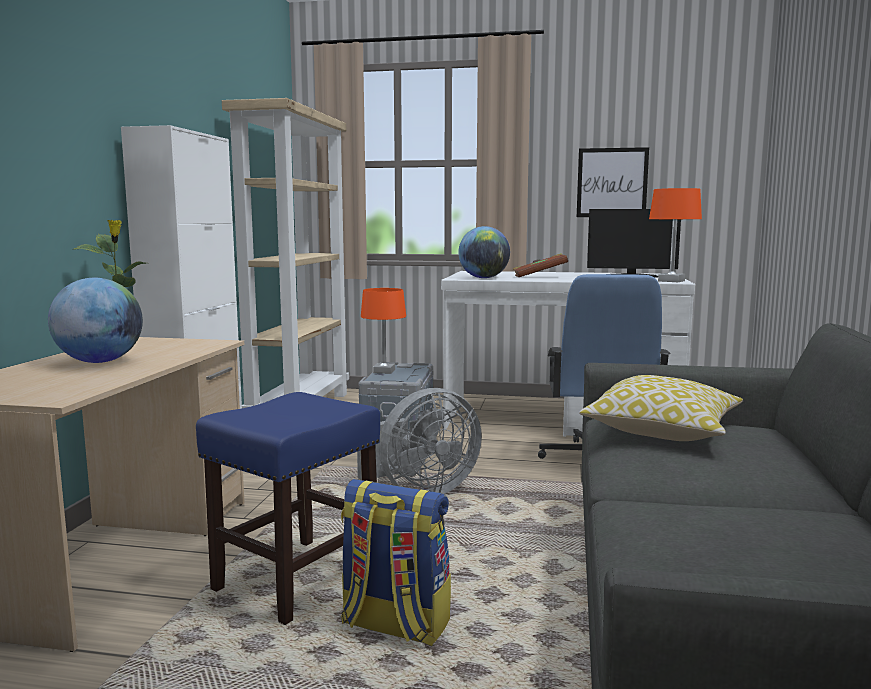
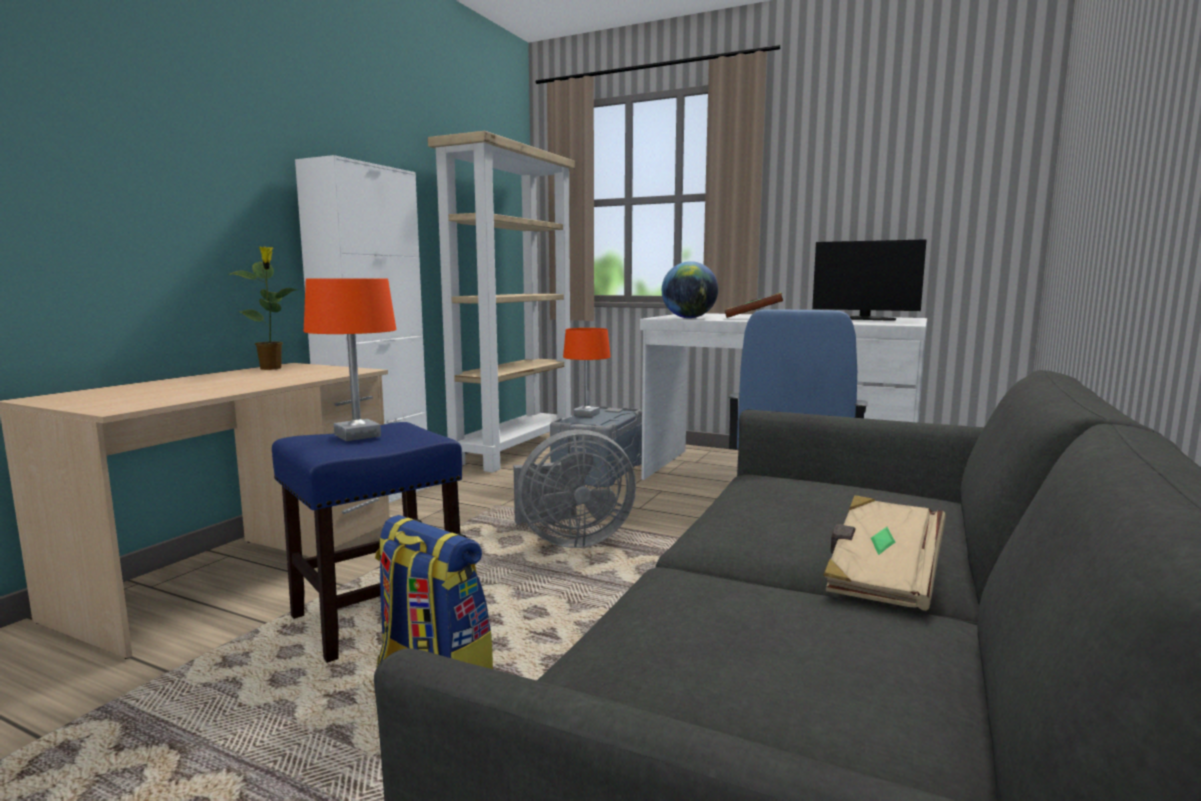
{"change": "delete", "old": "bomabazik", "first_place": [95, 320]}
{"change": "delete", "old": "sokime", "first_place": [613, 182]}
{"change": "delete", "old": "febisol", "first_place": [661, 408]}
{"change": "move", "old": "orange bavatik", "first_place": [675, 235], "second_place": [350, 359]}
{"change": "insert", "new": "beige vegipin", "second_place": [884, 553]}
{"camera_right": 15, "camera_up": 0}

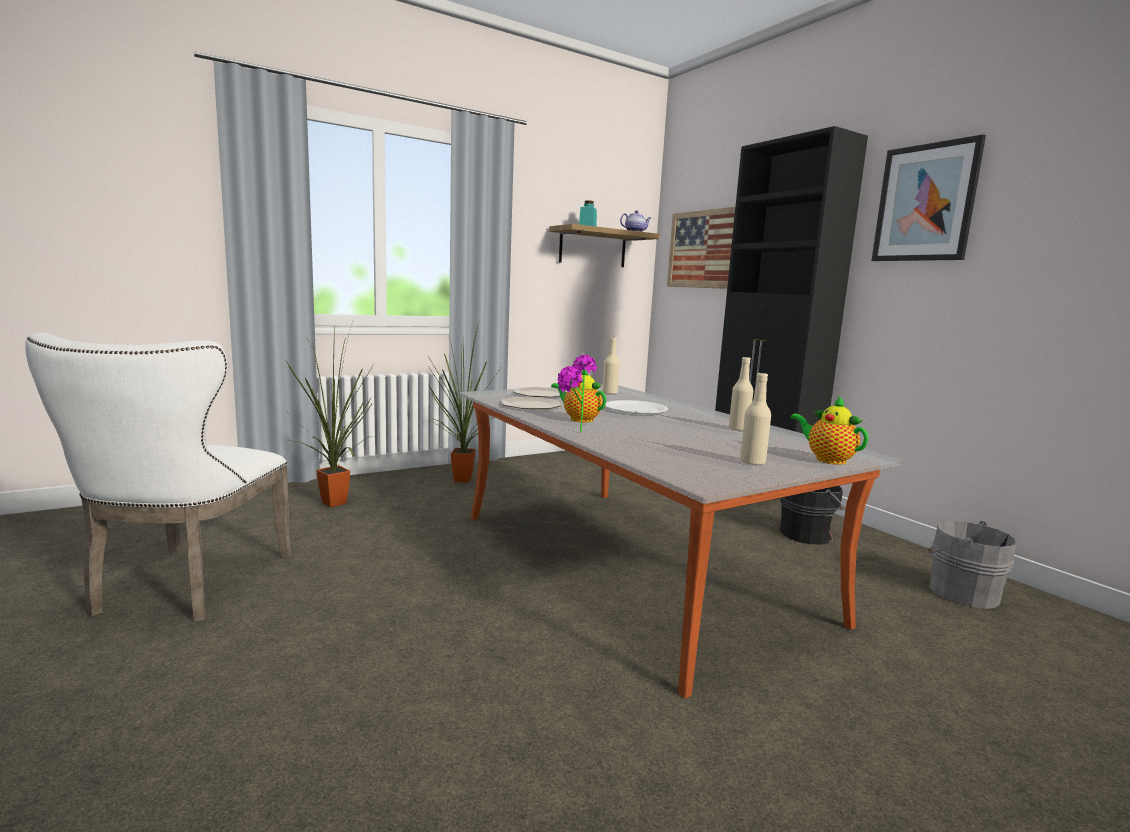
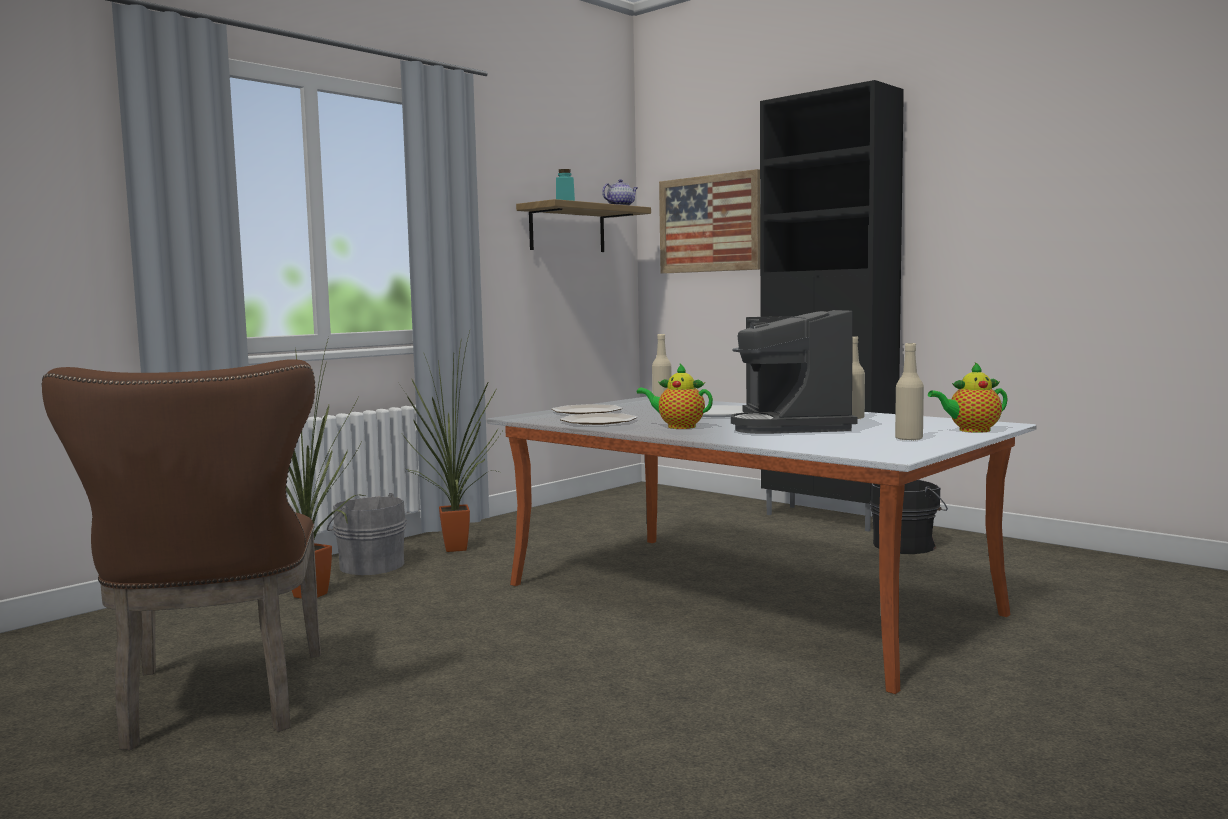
{"change": "recolor", "old": "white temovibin", "new": "brown temovibin", "first_place": [158, 477], "second_place": [181, 554]}
{"change": "delete", "old": "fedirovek", "first_place": [577, 394]}
{"change": "rotate", "old": "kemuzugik", "first_place": [829, 431], "second_place": [968, 397], "degrees": -45}
{"change": "delete", "old": "sokime", "first_place": [928, 197]}
{"change": "move", "old": "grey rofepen", "first_place": [971, 565], "second_place": [366, 534]}
{"change": "insert", "new": "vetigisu", "second_place": [794, 372]}
{"camera_right": -15, "camera_up": -5}

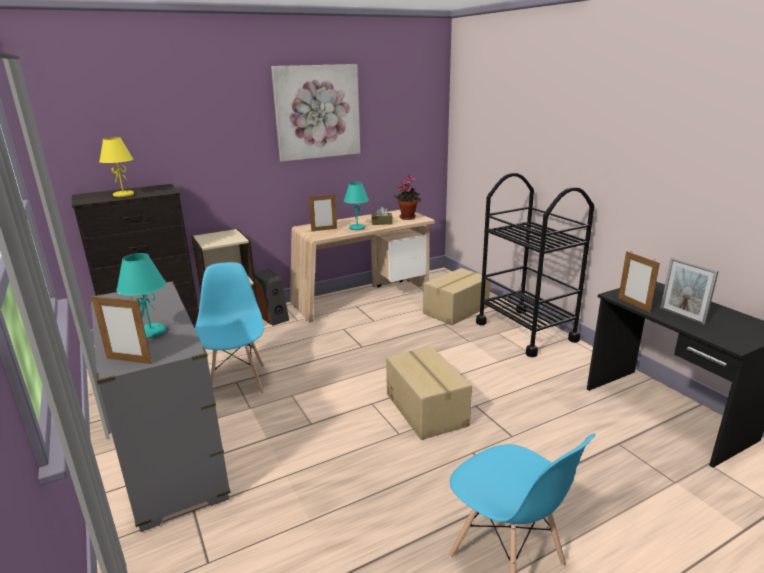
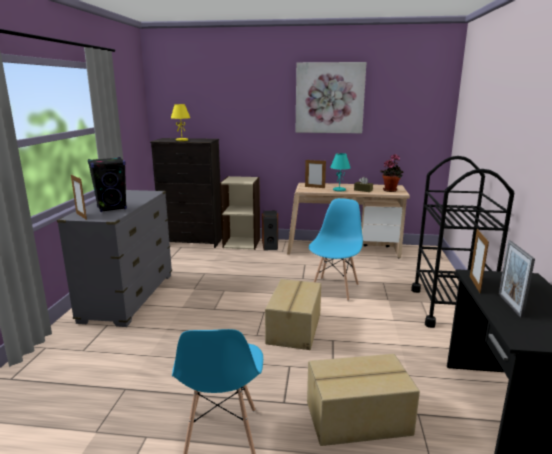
{"change": "replace", "old": "turquoise bavatik", "new": "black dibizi", "first_place": [141, 296], "second_place": [107, 184]}
{"change": "move", "old": "blue temovibin", "first_place": [229, 328], "second_place": [336, 249]}
{"change": "move", "old": "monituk", "first_place": [457, 296], "second_place": [363, 400]}
{"camera_right": 35, "camera_up": -5}

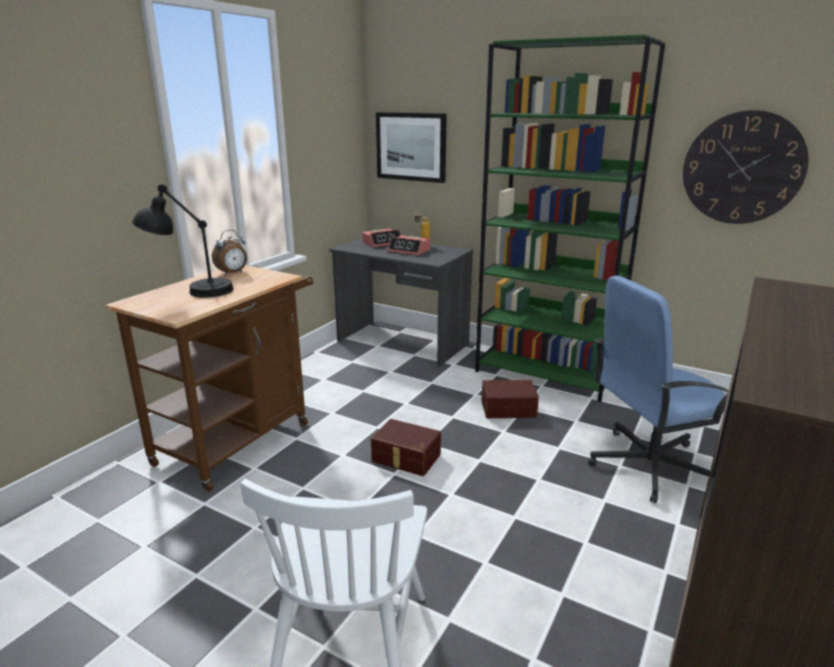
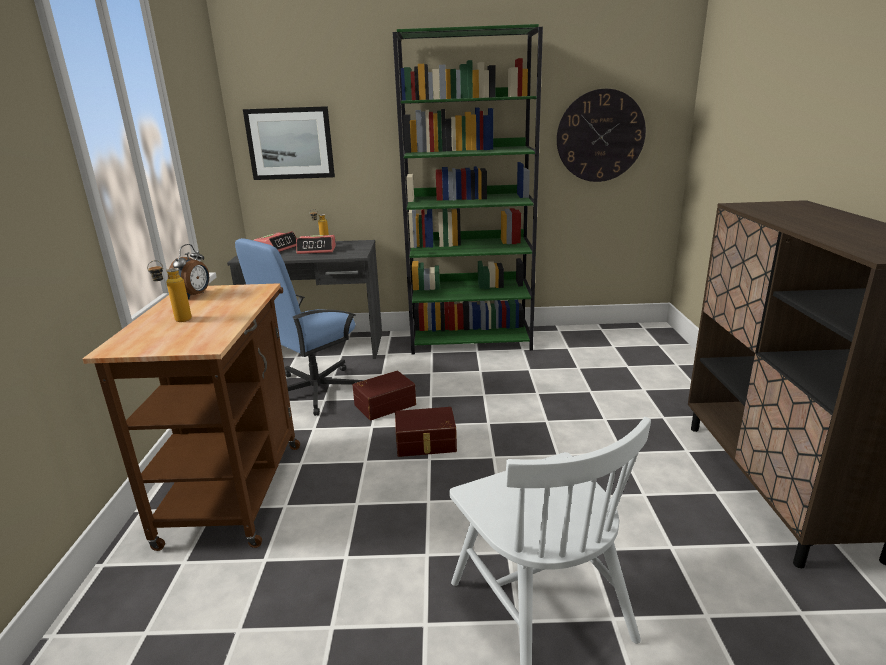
{"change": "replace", "old": "black bavatik", "new": "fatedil", "first_place": [183, 240], "second_place": [169, 291]}
{"change": "move", "old": "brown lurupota", "first_place": [510, 399], "second_place": [384, 395]}
{"change": "move", "old": "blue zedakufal", "first_place": [658, 389], "second_place": [299, 327]}
{"camera_right": -30, "camera_up": 0}

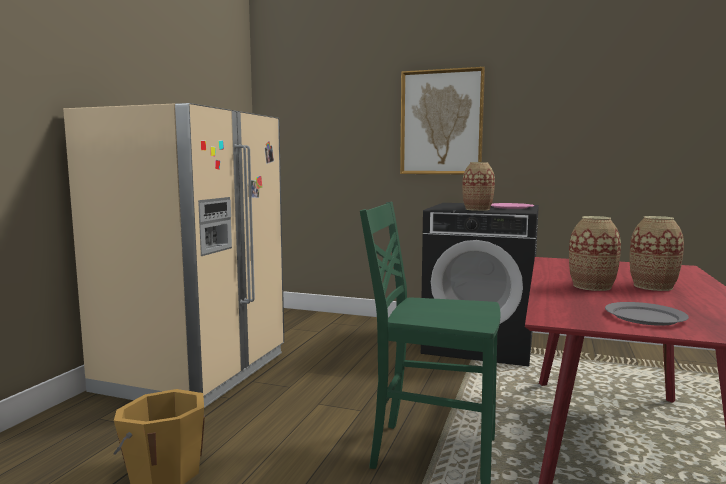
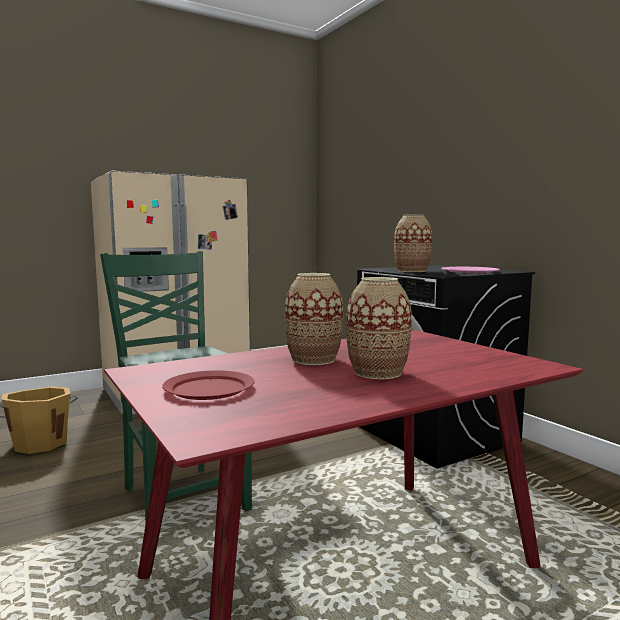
{"change": "delete", "old": "sokime", "first_place": [442, 120]}
{"change": "recolor", "old": "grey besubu", "new": "red besubu", "first_place": [647, 314], "second_place": [208, 385]}
{"camera_right": 40, "camera_up": 0}

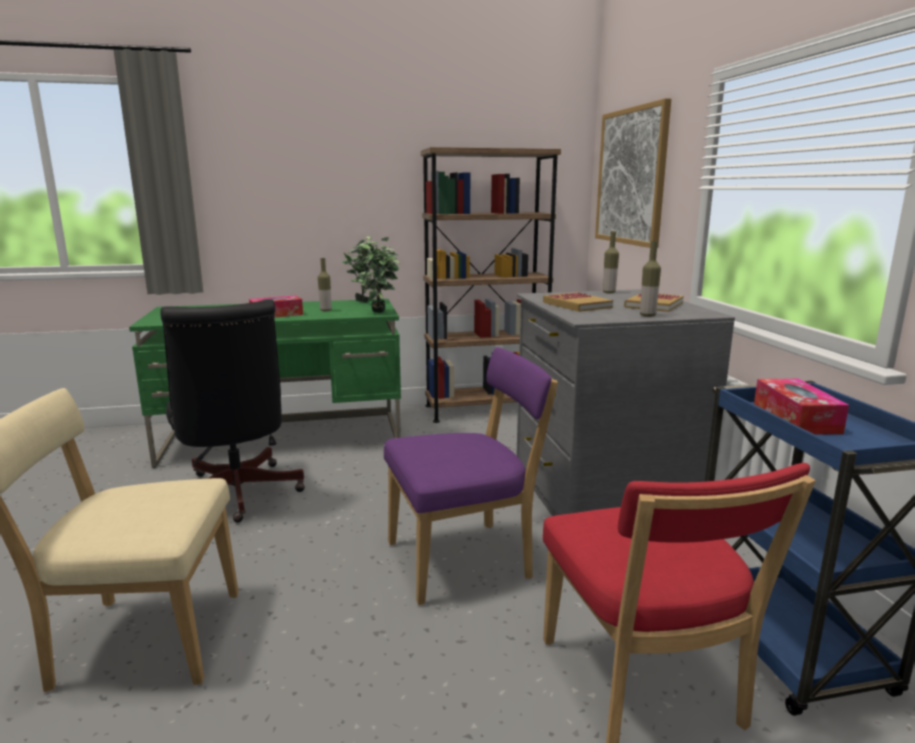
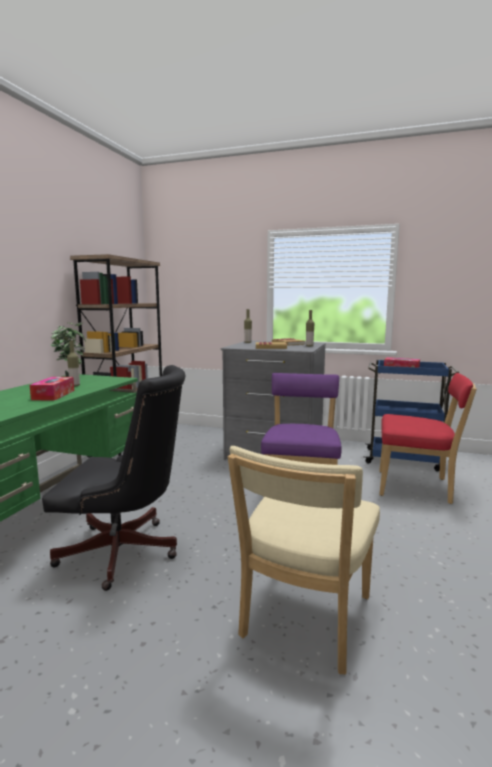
{"change": "delete", "old": "fedirovek", "first_place": [379, 277]}
{"change": "delete", "old": "sokime", "first_place": [633, 173]}
{"camera_right": -60, "camera_up": -5}

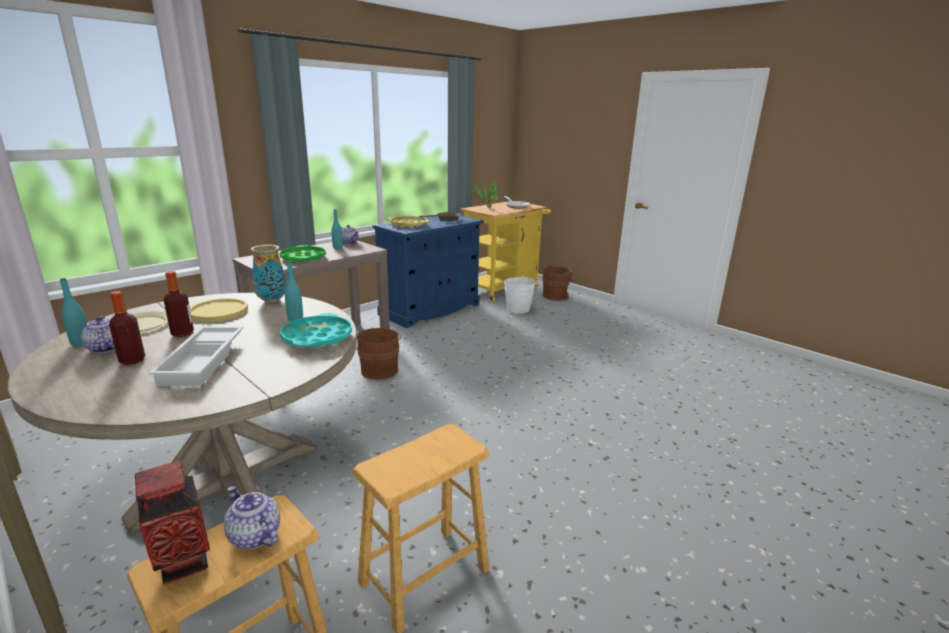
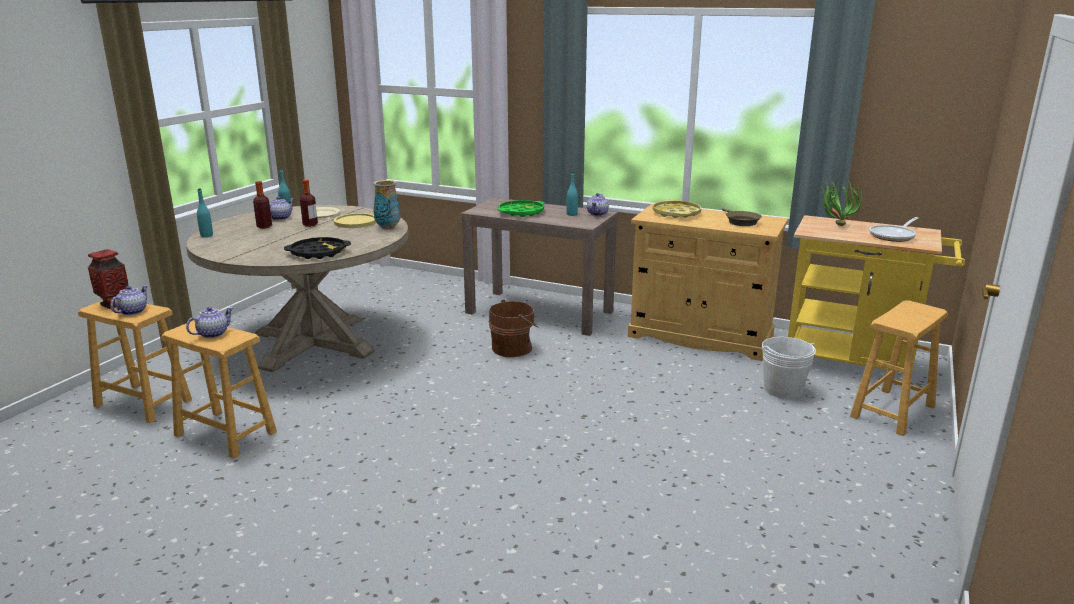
{"change": "delete", "old": "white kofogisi", "first_place": [196, 356]}
{"change": "recolor", "old": "turquoise kofogisi", "new": "black kofogisi", "first_place": [316, 330], "second_place": [317, 248]}
{"change": "move", "old": "turquoise fatedil", "first_place": [294, 291], "second_place": [205, 213]}
{"change": "recolor", "old": "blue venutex", "new": "beige venutex", "first_place": [428, 271], "second_place": [708, 282]}
{"change": "replace", "old": "brown rofepen", "new": "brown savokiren", "first_place": [559, 283], "second_place": [899, 368]}
{"change": "insert", "new": "kemuzugik", "second_place": [209, 322]}
{"camera_right": 70, "camera_up": 0}

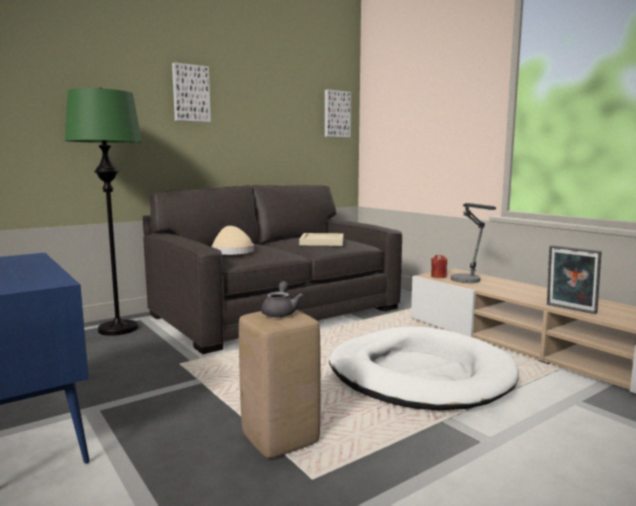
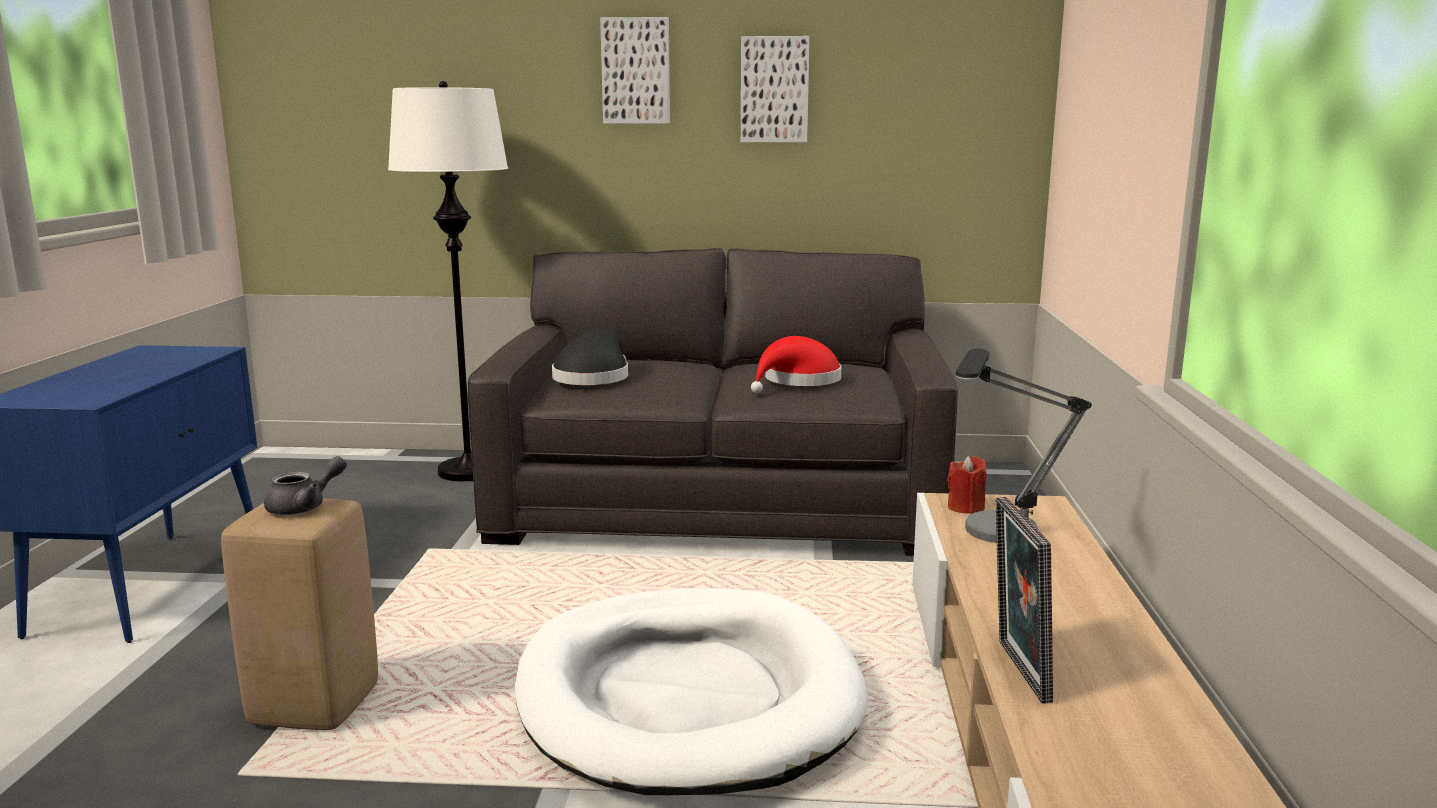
{"change": "recolor", "old": "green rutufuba", "new": "white rutufuba", "first_place": [103, 212], "second_place": [448, 281]}
{"change": "recolor", "old": "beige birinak", "new": "black birinak", "first_place": [233, 240], "second_place": [590, 357]}
{"change": "replace", "old": "beige kofogisi", "new": "red birinak", "first_place": [321, 239], "second_place": [796, 364]}
{"change": "move", "old": "sokime", "first_place": [338, 113], "second_place": [775, 89]}
{"camera_right": 40, "camera_up": 5}

